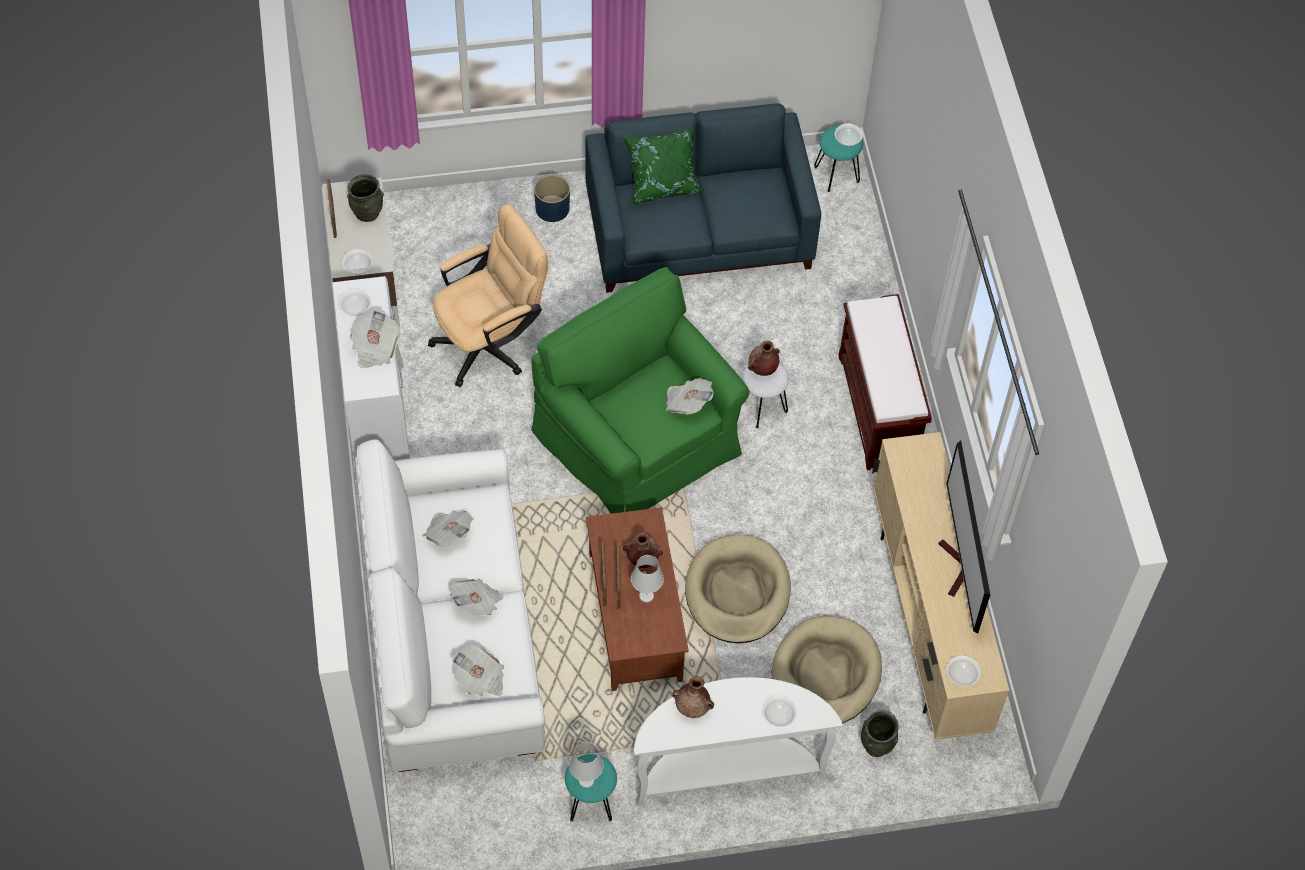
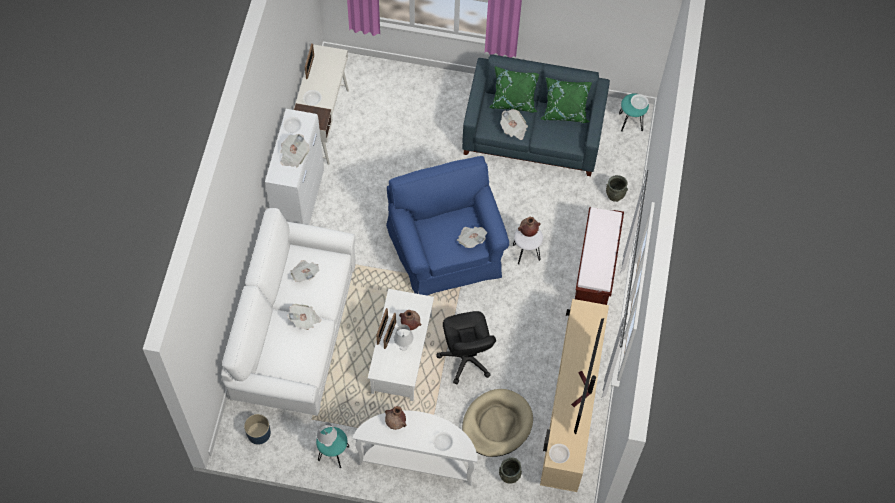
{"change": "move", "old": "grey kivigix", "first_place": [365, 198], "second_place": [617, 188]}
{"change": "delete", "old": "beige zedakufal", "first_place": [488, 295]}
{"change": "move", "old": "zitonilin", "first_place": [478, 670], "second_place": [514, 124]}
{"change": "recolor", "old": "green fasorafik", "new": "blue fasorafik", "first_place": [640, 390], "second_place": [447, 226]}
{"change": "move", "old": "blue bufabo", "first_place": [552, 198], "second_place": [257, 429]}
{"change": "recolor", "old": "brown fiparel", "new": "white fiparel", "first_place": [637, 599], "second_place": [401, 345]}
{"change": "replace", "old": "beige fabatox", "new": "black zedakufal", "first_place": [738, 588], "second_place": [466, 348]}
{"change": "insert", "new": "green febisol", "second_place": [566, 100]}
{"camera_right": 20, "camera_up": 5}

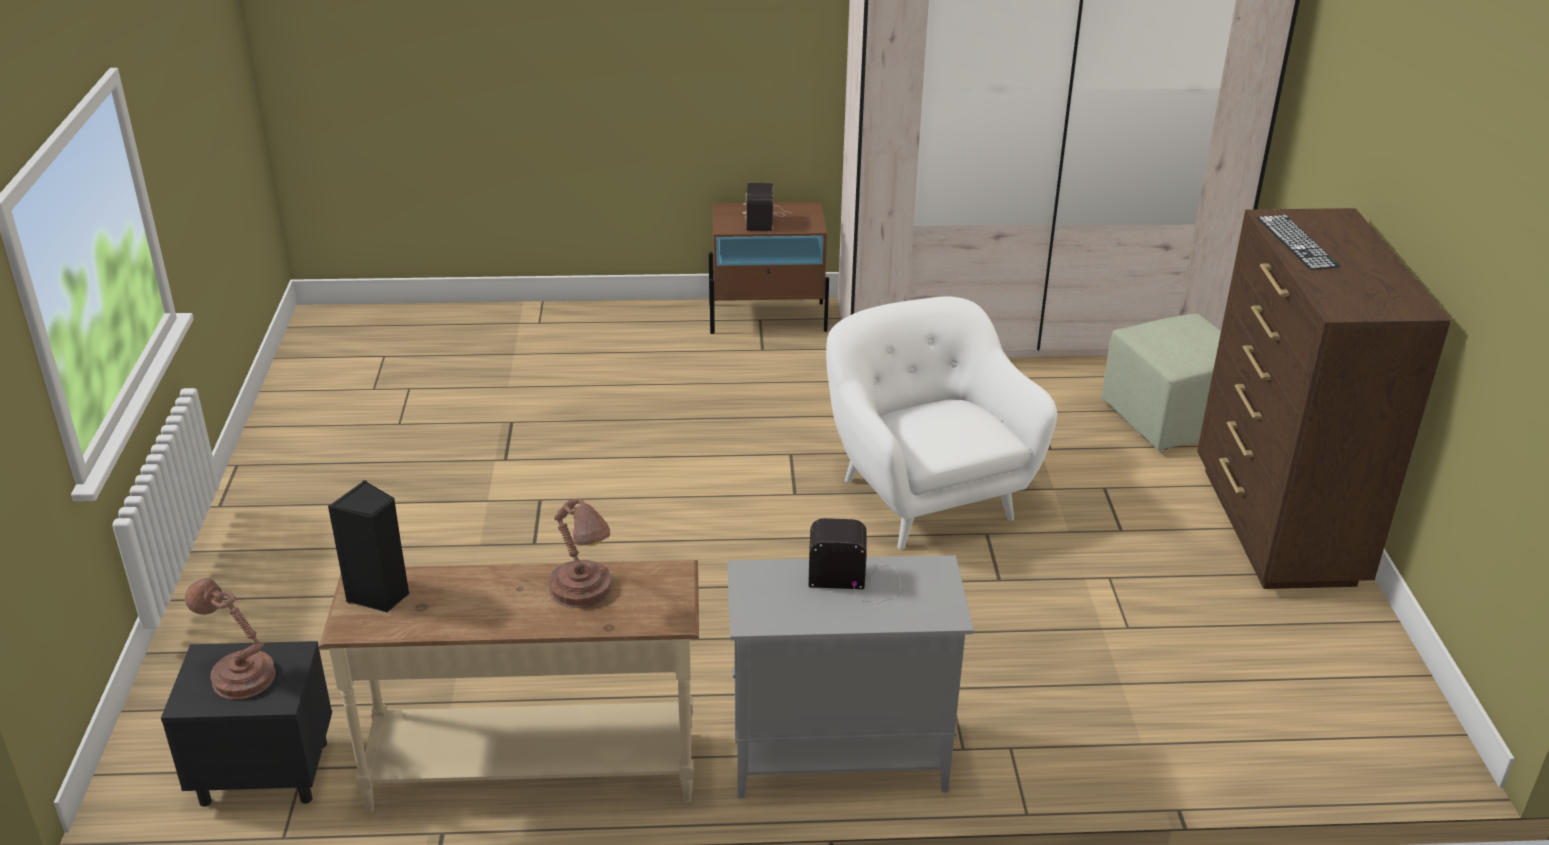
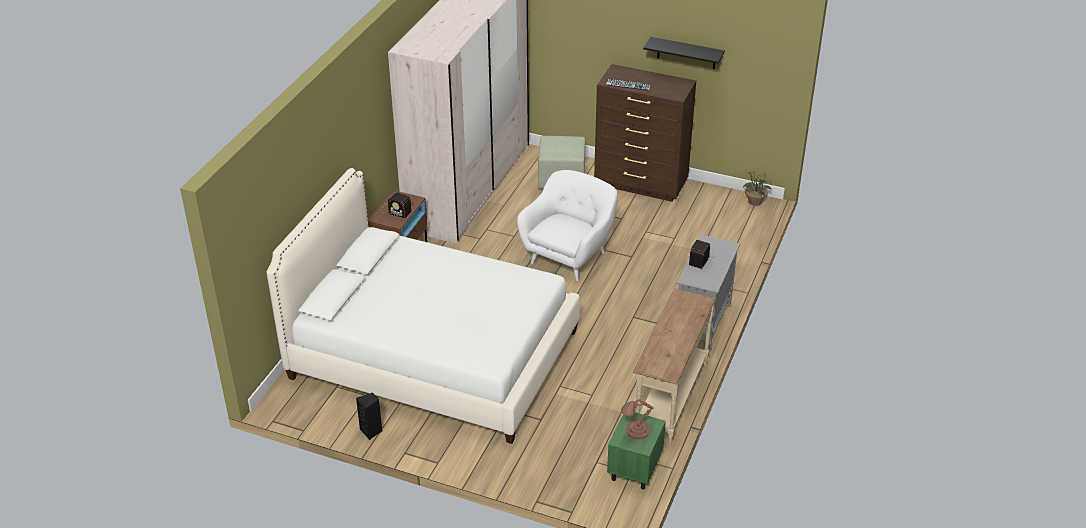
{"change": "recolor", "old": "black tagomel", "new": "green tagomel", "first_place": [246, 724], "second_place": [636, 451]}
{"change": "move", "old": "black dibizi", "first_place": [368, 546], "second_place": [369, 416]}
{"change": "delete", "old": "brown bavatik", "first_place": [580, 553]}
{"change": "rotate", "old": "white fasorafik", "first_place": [941, 423], "second_place": [567, 225], "degrees": 120}
{"change": "insert", "new": "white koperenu", "second_place": [423, 306]}
{"change": "insert", "new": "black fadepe", "second_place": [684, 53]}
{"change": "insert", "new": "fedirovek", "second_place": [757, 188]}
{"camera_right": -65, "camera_up": 5}

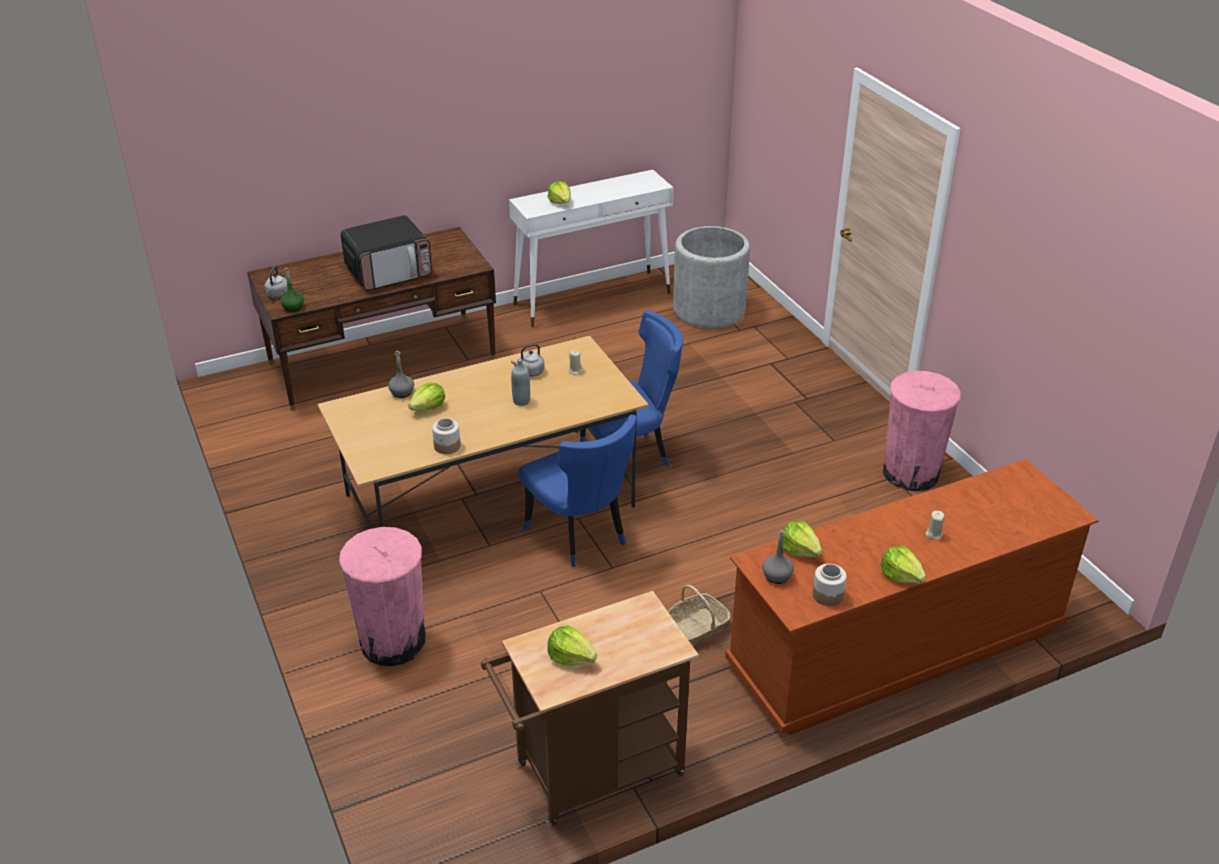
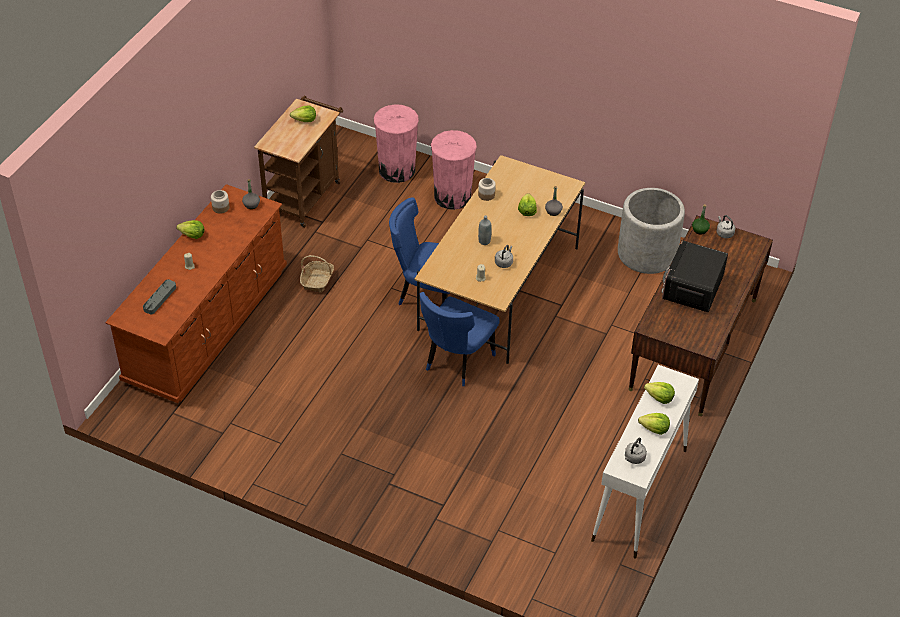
{"change": "move", "old": "grey bufabo", "first_place": [711, 277], "second_place": [651, 231]}
{"change": "move", "old": "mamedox", "first_place": [802, 539], "second_place": [654, 424]}
{"change": "move", "old": "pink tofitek", "first_place": [922, 431], "second_place": [396, 143]}
{"change": "insert", "new": "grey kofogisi", "second_place": [159, 296]}
{"change": "insert", "new": "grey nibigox", "second_place": [636, 451]}
{"camera_right": 140, "camera_up": 10}

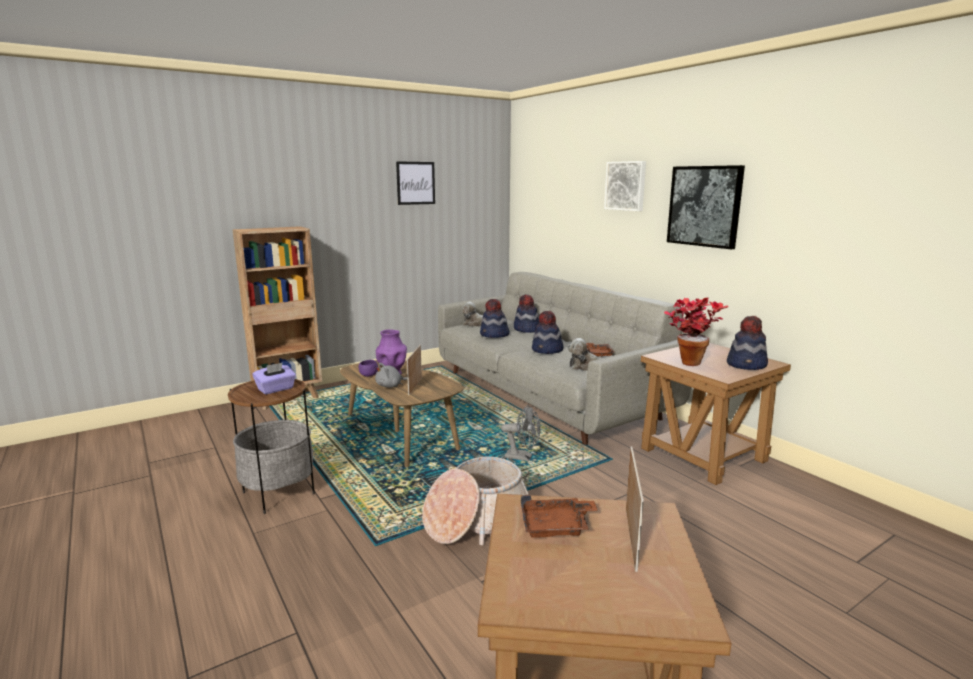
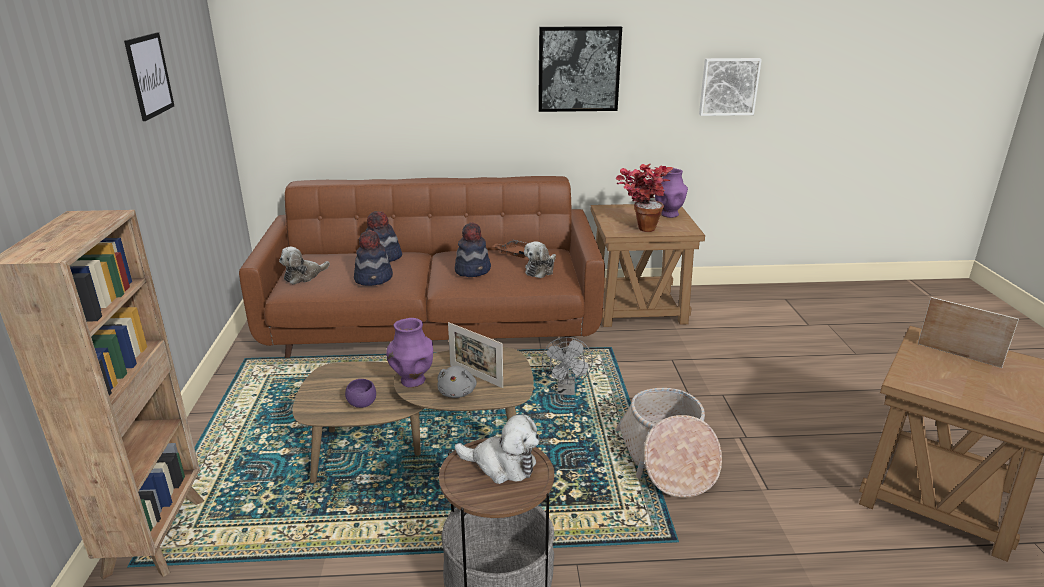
{"change": "replace", "old": "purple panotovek", "new": "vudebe", "first_place": [274, 378], "second_place": [497, 449]}
{"change": "recolor", "old": "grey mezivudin", "new": "brown mezivudin", "first_place": [564, 358], "second_place": [422, 267]}
{"change": "rotate", "old": "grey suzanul", "first_place": [521, 433], "second_place": [567, 366], "degrees": 135}
{"change": "delete", "old": "brown kofogisi", "first_place": [559, 516]}
{"change": "move", "old": "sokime", "first_place": [625, 186], "second_place": [730, 87]}
{"change": "replace", "old": "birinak", "new": "purple kivigix", "first_place": [747, 343], "second_place": [671, 193]}
{"camera_right": -60, "camera_up": 10}

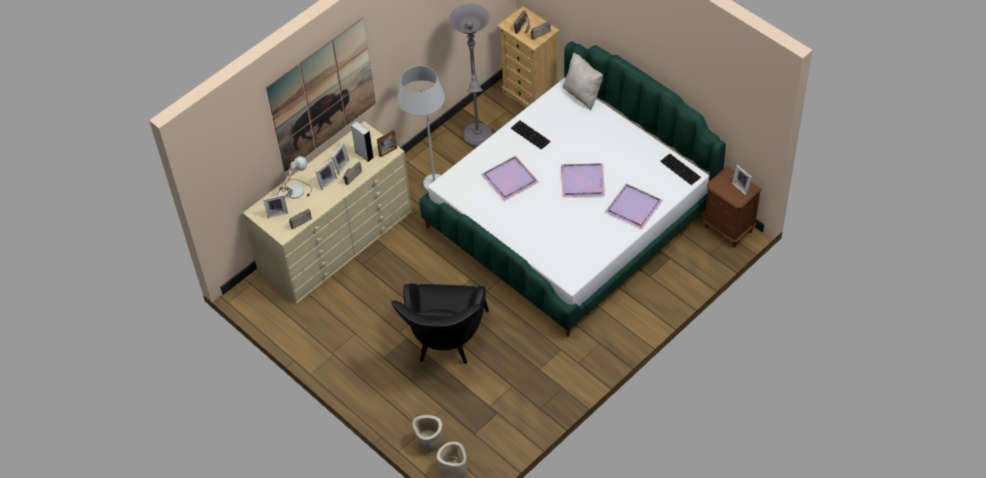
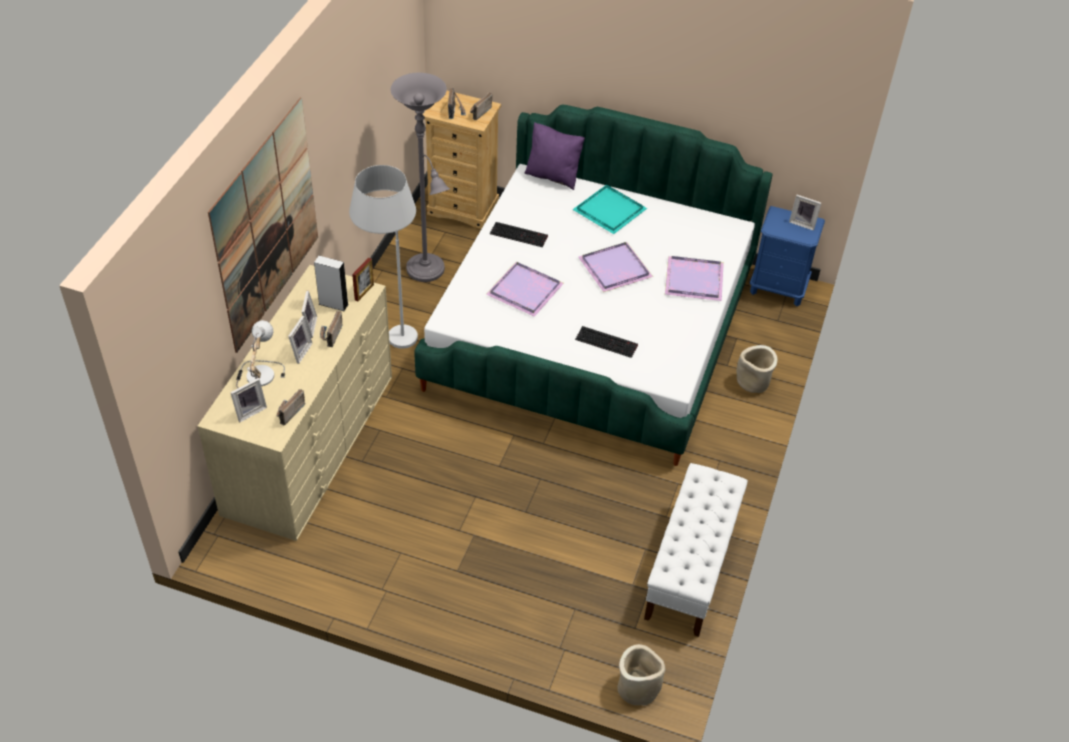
{"change": "delete", "old": "black fasorafik", "first_place": [440, 323]}
{"change": "move", "old": "beige bufabo", "first_place": [427, 433], "second_place": [757, 369]}
{"change": "recolor", "old": "beige febisol", "new": "purple febisol", "first_place": [583, 81], "second_place": [554, 156]}
{"change": "move", "old": "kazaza", "first_place": [680, 169], "second_place": [606, 342]}
{"change": "recolor", "old": "brown tagomel", "new": "blue tagomel", "first_place": [732, 206], "second_place": [787, 256]}
{"change": "insert", "new": "turquoise kofogisi", "second_place": [609, 209]}
{"change": "insert", "new": "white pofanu", "second_place": [696, 550]}
{"camera_right": -30, "camera_up": -5}

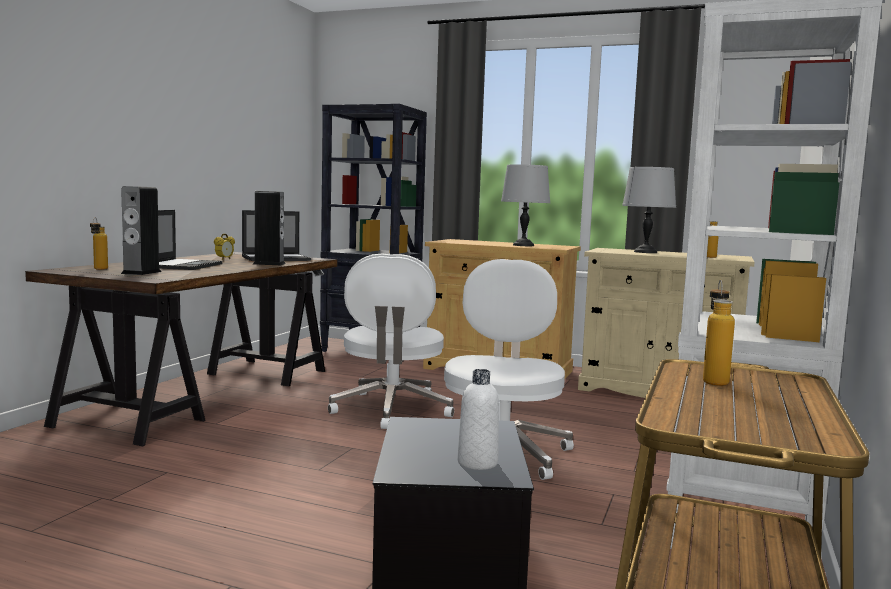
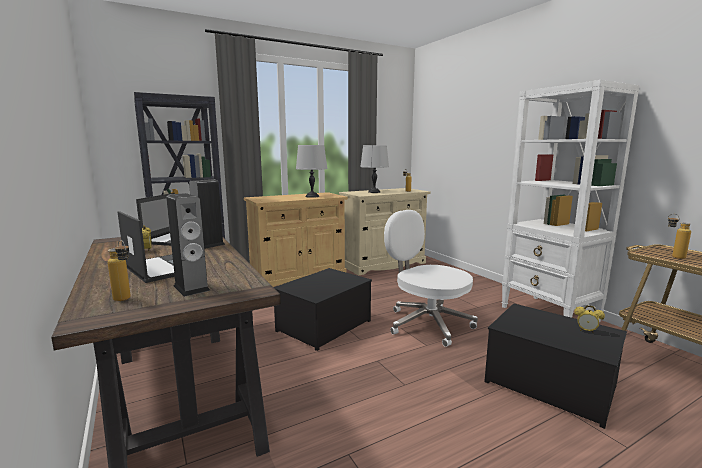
{"change": "replace", "old": "white zedakufal", "new": "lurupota", "first_place": [391, 341], "second_place": [323, 309]}
{"change": "replace", "old": "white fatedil", "new": "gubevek", "first_place": [478, 419], "second_place": [589, 319]}
{"camera_right": -50, "camera_up": 5}

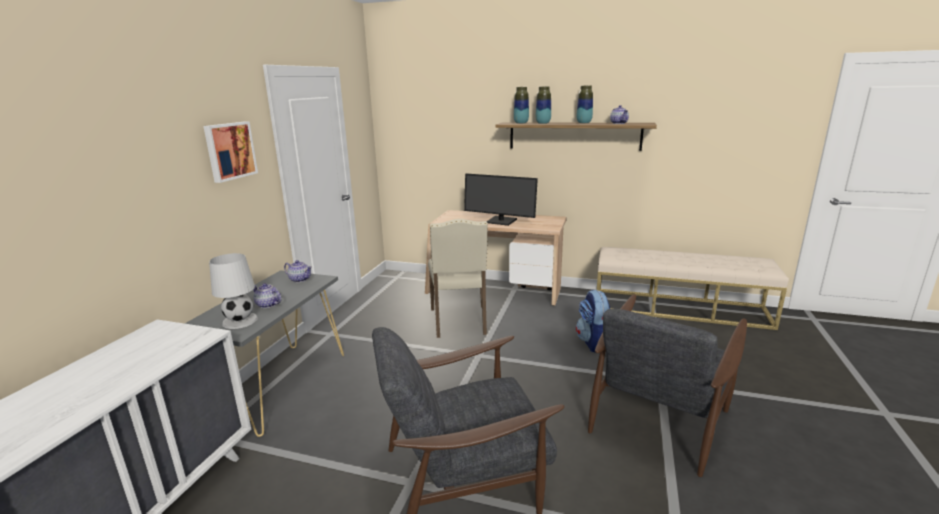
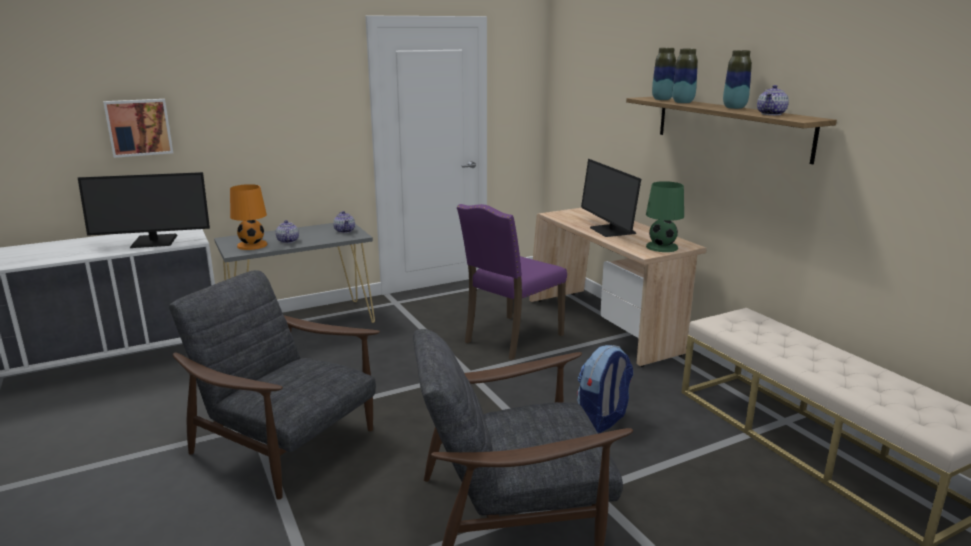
{"change": "move", "old": "sokime", "first_place": [230, 152], "second_place": [138, 128]}
{"change": "recolor", "old": "white bavatik", "new": "orange bavatik", "first_place": [233, 291], "second_place": [248, 217]}
{"change": "recolor", "old": "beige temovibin", "new": "purple temovibin", "first_place": [458, 278], "second_place": [512, 282]}
{"change": "insert", "new": "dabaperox", "second_place": [144, 210]}
{"change": "insert", "new": "green bavatik", "second_place": [665, 216]}
{"camera_right": 45, "camera_up": 0}

